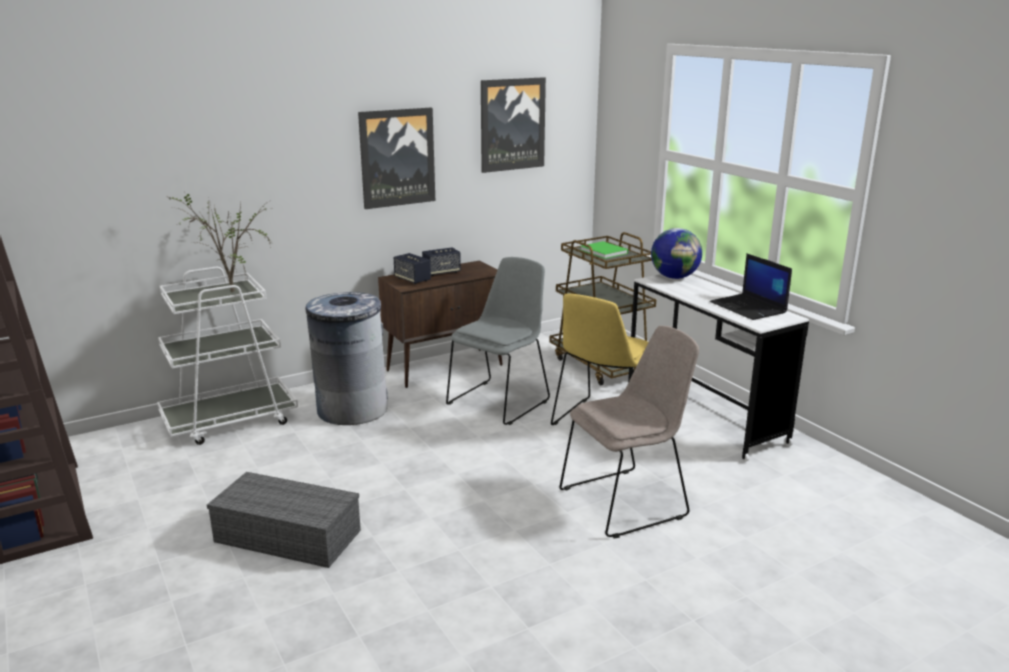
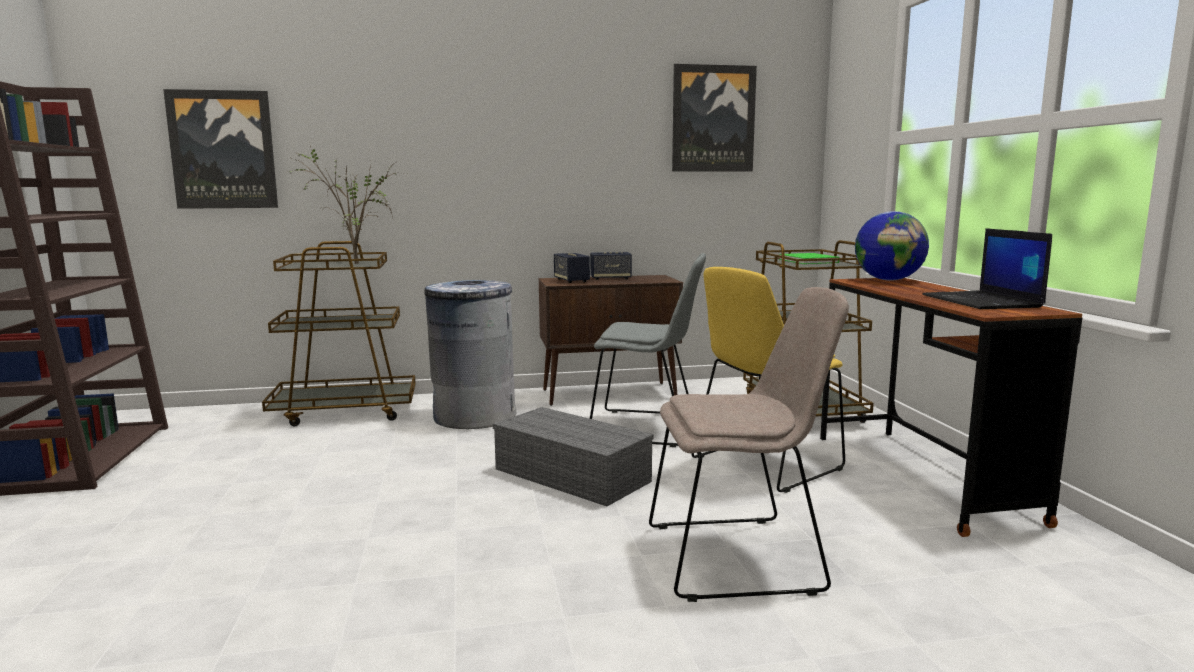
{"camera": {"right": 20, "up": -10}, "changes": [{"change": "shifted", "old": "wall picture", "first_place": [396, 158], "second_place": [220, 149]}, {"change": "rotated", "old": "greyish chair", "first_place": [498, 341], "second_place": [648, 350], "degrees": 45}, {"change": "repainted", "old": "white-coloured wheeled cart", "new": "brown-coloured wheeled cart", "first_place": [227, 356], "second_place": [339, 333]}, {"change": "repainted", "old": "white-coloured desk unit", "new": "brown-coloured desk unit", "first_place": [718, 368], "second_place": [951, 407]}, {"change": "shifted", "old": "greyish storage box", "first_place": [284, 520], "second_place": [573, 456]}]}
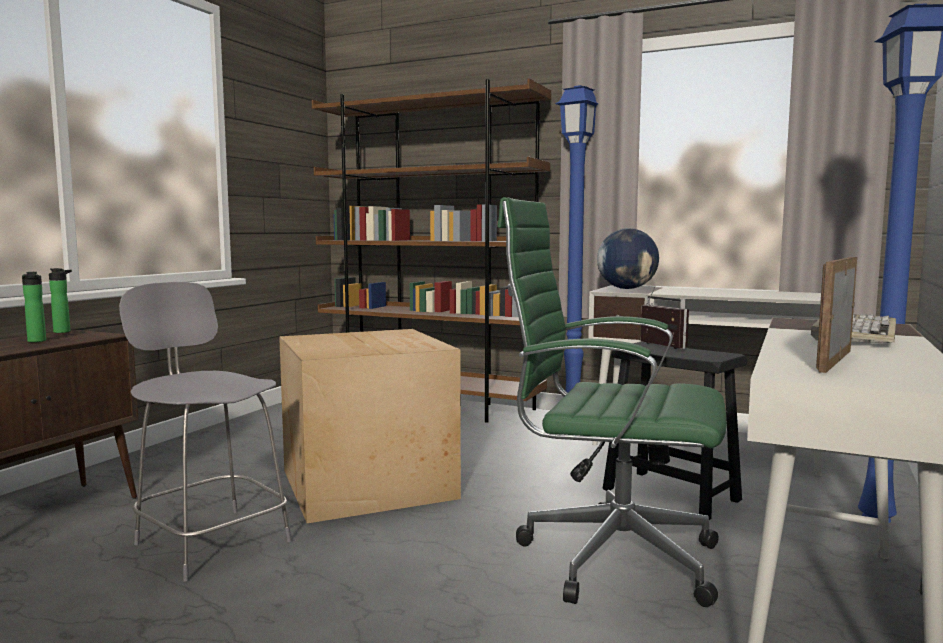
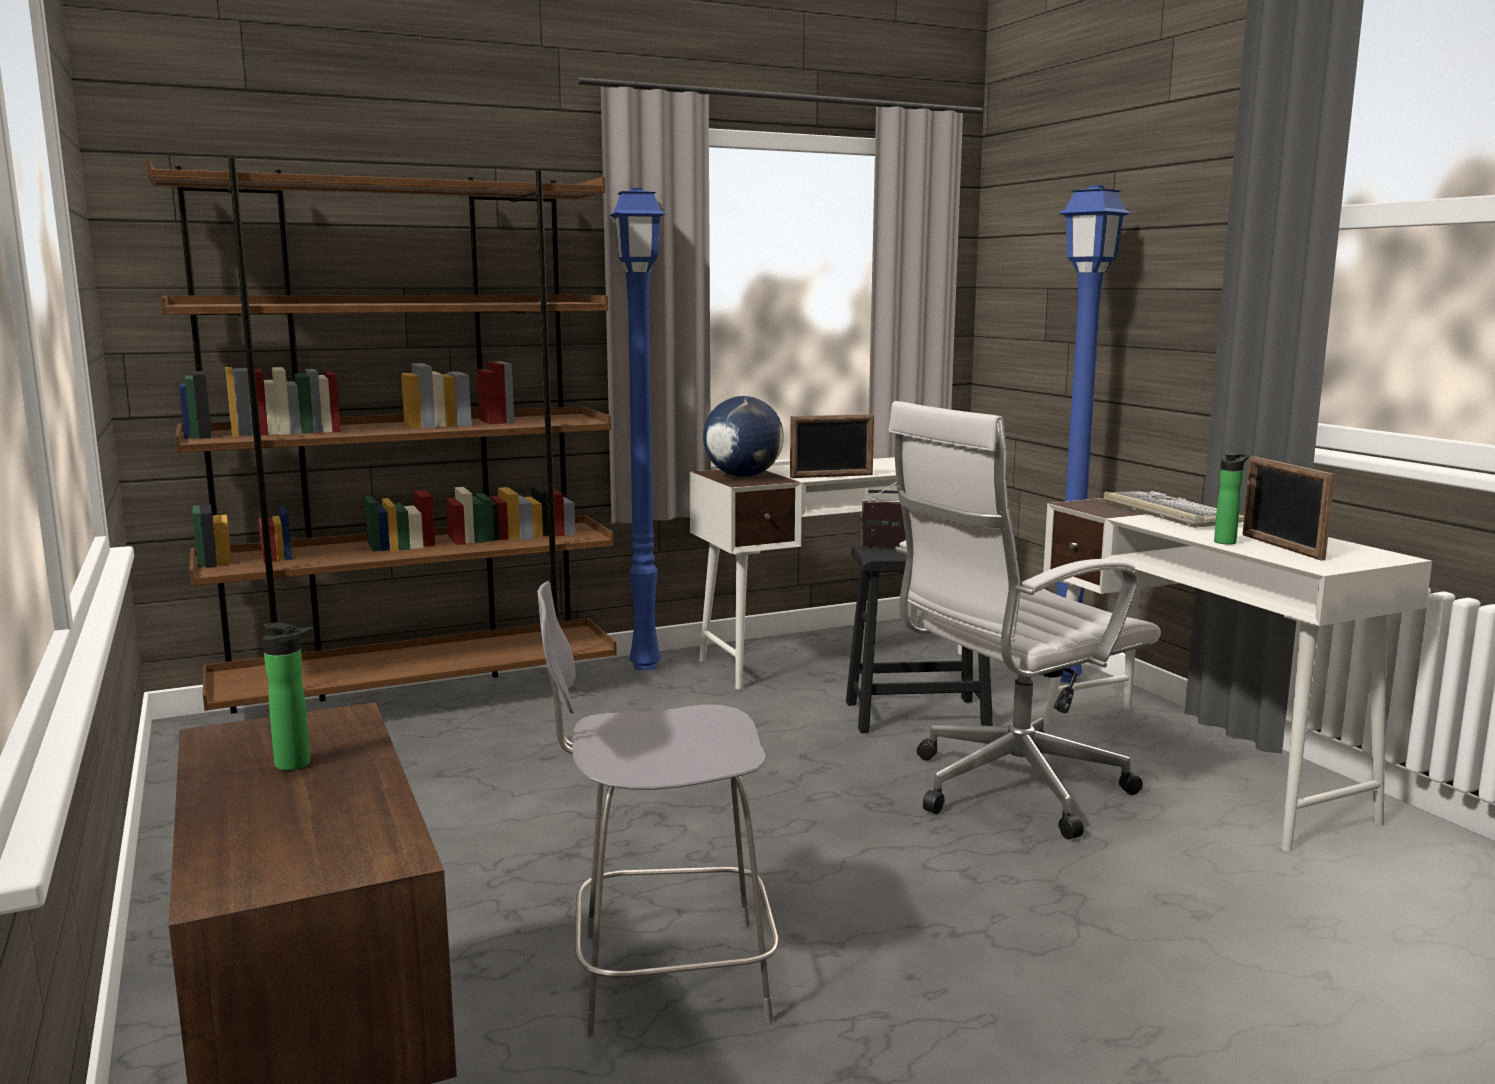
{"camera": {"right": -50, "up": 5}, "changes": [{"change": "repainted", "old": "greenish desk chair", "new": "white-coloured desk chair", "first_place": [612, 402], "second_place": [1024, 620]}, {"change": "shifted", "old": "beverage bottle", "first_place": [60, 300], "second_place": [1231, 499]}, {"change": "gone", "old": "cardboard box", "first_place": [370, 426]}, {"change": "new", "new": "standing frame", "second_place": [832, 446]}]}
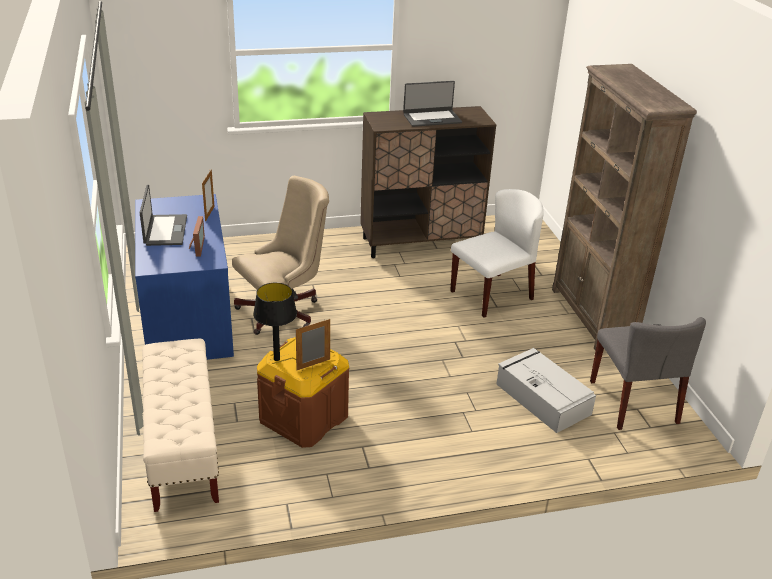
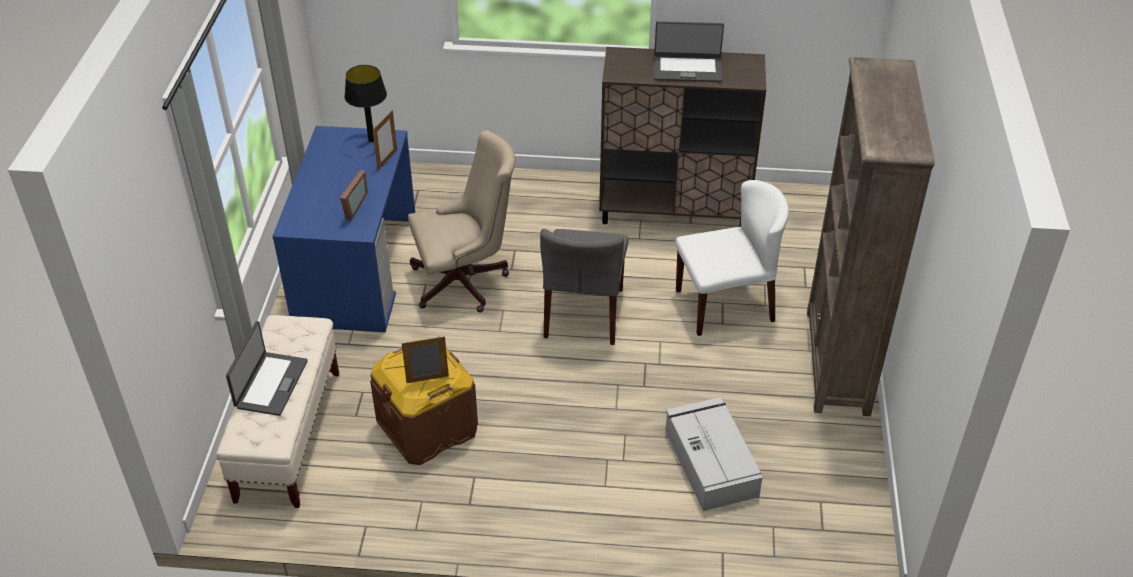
{"camera": {"right": 20, "up": 10}, "changes": [{"change": "shifted", "old": "laptop", "first_place": [163, 215], "second_place": [267, 368]}, {"change": "shifted", "old": "black-coloured table lamp", "first_place": [275, 322], "second_place": [365, 103]}, {"change": "shifted", "old": "greyish chair", "first_place": [648, 373], "second_place": [584, 287]}]}
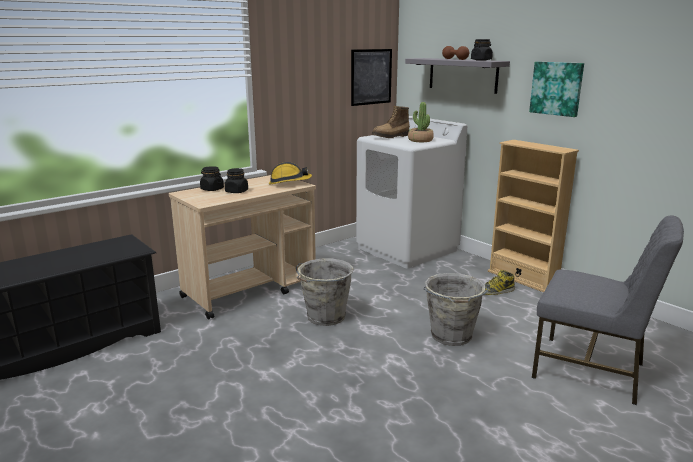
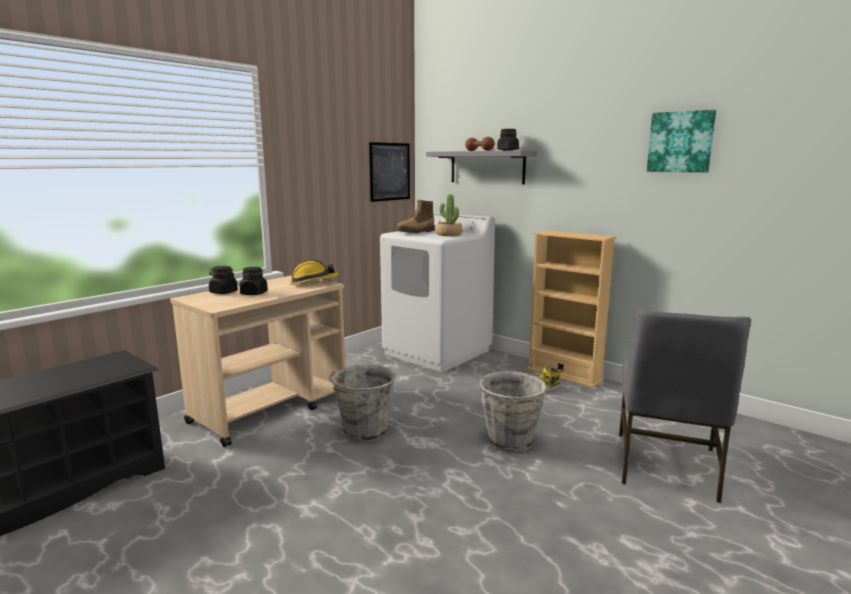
{"camera": {"right": -10, "up": -5}, "changes": [{"change": "shifted", "old": "wall picture", "first_place": [556, 89], "second_place": [681, 141]}, {"change": "rotated", "old": "greyish chair", "first_place": [608, 310], "second_place": [685, 406], "degrees": 90}]}
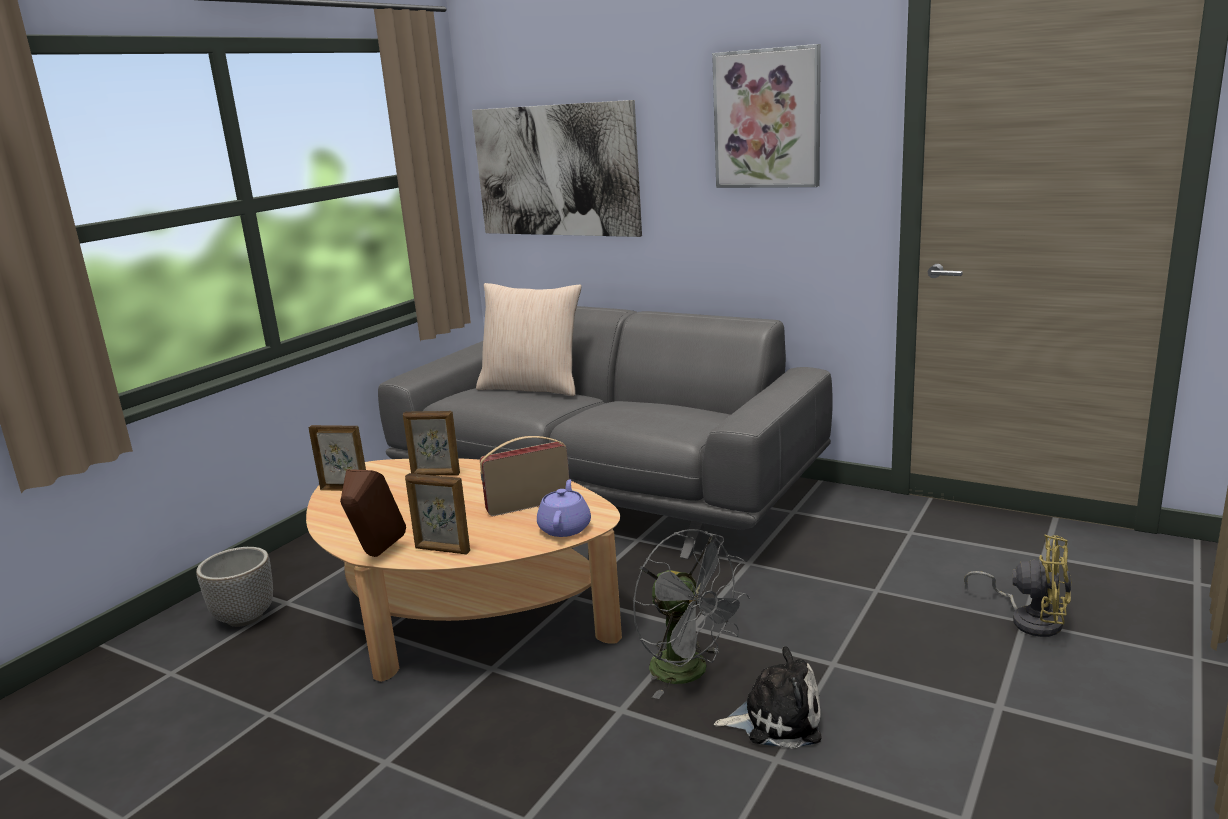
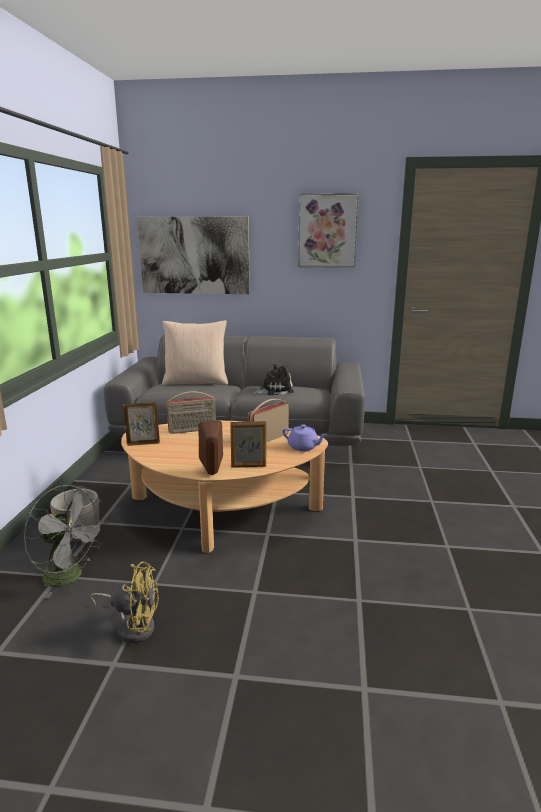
{"camera": {"right": -25, "up": 0}, "changes": [{"change": "swapped", "old": "standing frame", "new": "radio", "first_place": [431, 443], "second_place": [191, 412]}, {"change": "rotated", "old": "purplish teapot", "first_place": [564, 508], "second_place": [305, 437], "degrees": 135}, {"change": "shifted", "old": "greyish fan", "first_place": [691, 614], "second_place": [64, 542]}, {"change": "shifted", "old": "yellow-coloured fan", "first_place": [1018, 585], "second_place": [124, 602]}, {"change": "shifted", "old": "soft toy", "first_place": [768, 697], "second_place": [273, 379]}]}
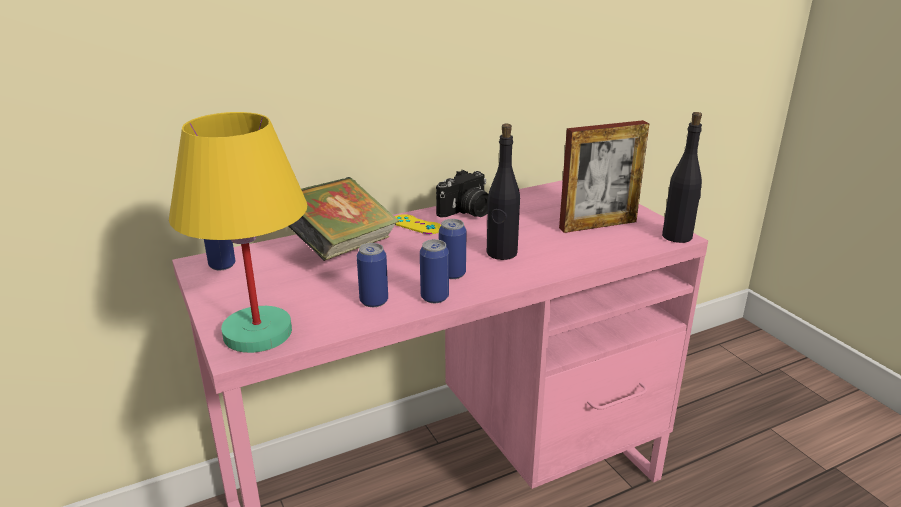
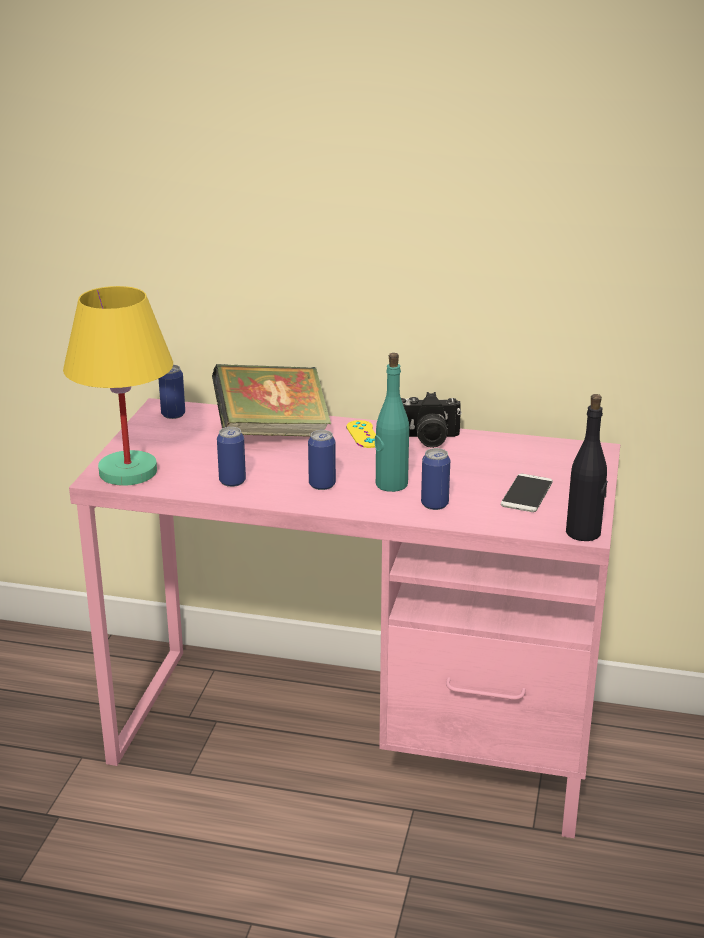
{"camera": {"right": 40, "up": 0}, "changes": [{"change": "swapped", "old": "standing frame", "new": "telephone", "first_place": [604, 176], "second_place": [527, 493]}, {"change": "repainted", "old": "black-coloured beverage bottle", "new": "blue-green beverage bottle", "first_place": [503, 192], "second_place": [392, 422]}, {"change": "shifted", "old": "sealed can", "first_place": [434, 271], "second_place": [435, 479]}]}
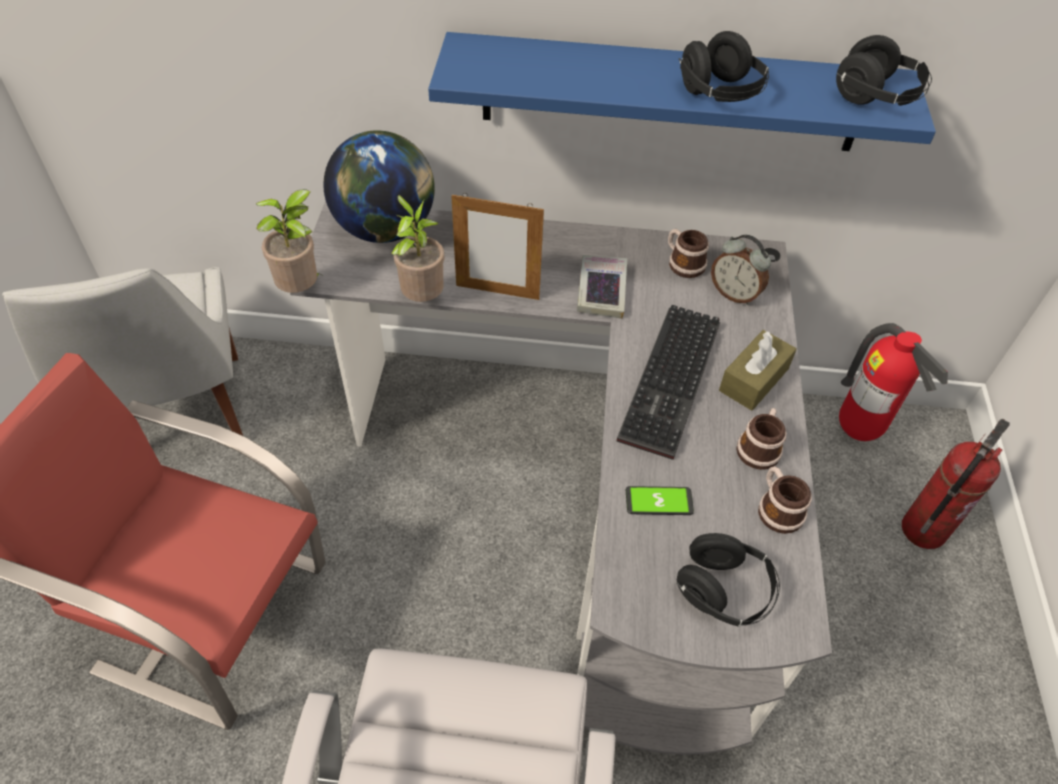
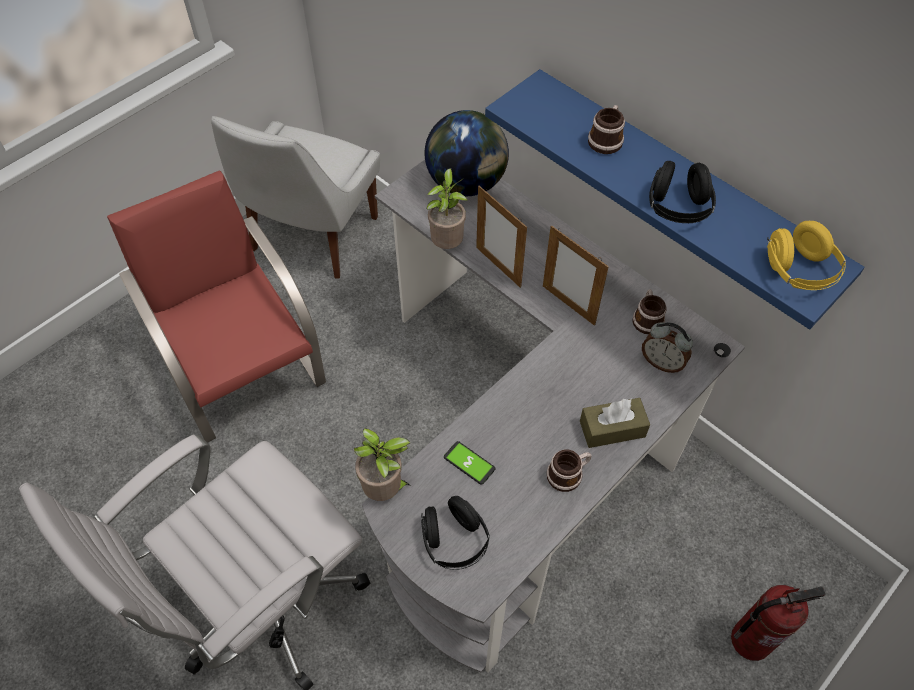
{"camera": {"right": 40, "up": 5}, "changes": [{"change": "repainted", "old": "black-coloured headphones", "new": "yellow-coloured headphones", "first_place": [884, 70], "second_place": [806, 255]}, {"change": "shifted", "old": "houseplant", "first_place": [287, 241], "second_place": [382, 464]}, {"change": "rotated", "old": "bedside clock", "first_place": [741, 270], "second_place": [667, 347], "degrees": -45}, {"change": "swapped", "old": "volume", "new": "standing frame", "first_place": [602, 287], "second_place": [576, 275]}, {"change": "gone", "old": "computer keyboard", "first_place": [668, 382]}, {"change": "gone", "old": "fire-fighting cylinder", "first_place": [893, 382]}, {"change": "shifted", "old": "tea mug", "first_place": [785, 500], "second_place": [606, 129]}]}
